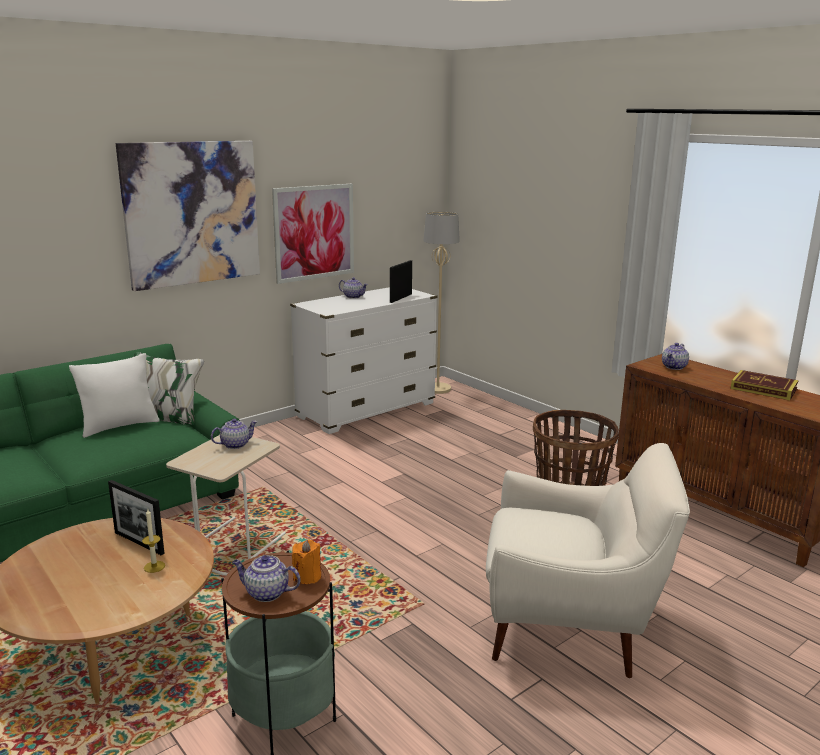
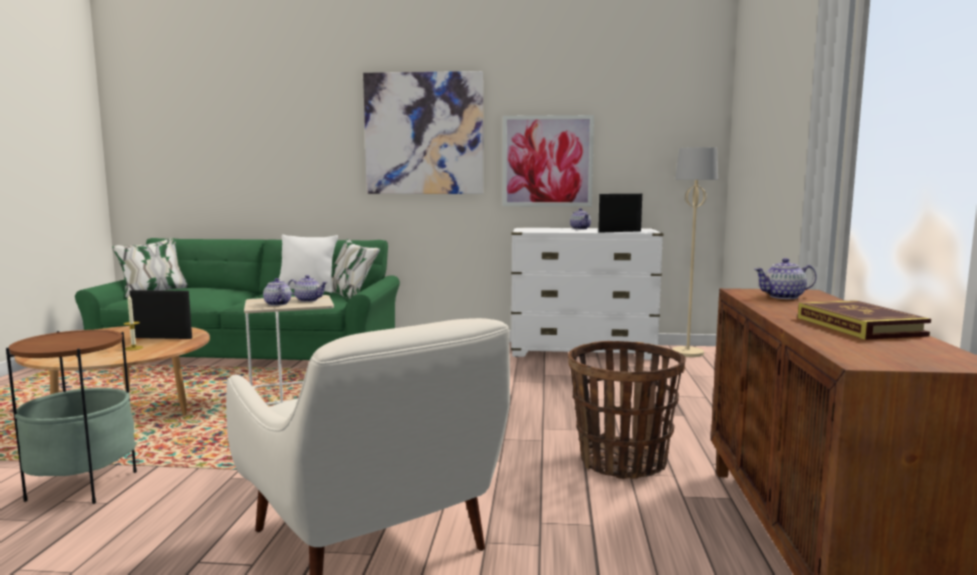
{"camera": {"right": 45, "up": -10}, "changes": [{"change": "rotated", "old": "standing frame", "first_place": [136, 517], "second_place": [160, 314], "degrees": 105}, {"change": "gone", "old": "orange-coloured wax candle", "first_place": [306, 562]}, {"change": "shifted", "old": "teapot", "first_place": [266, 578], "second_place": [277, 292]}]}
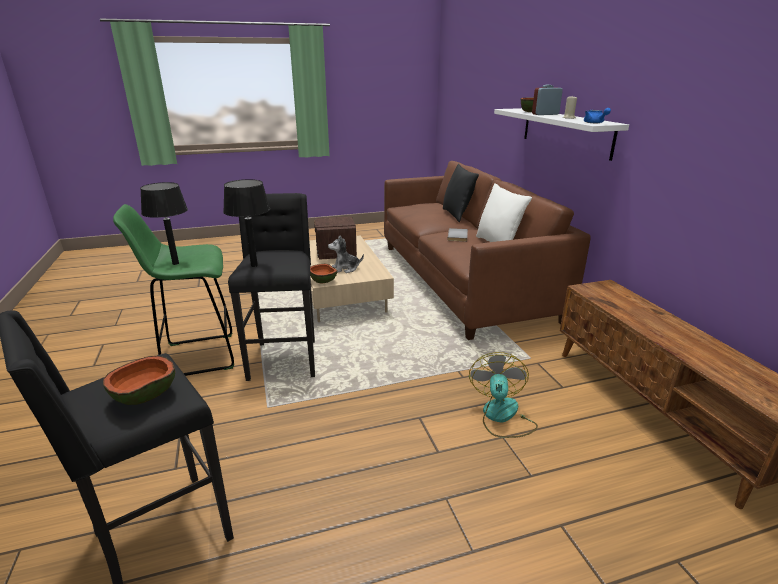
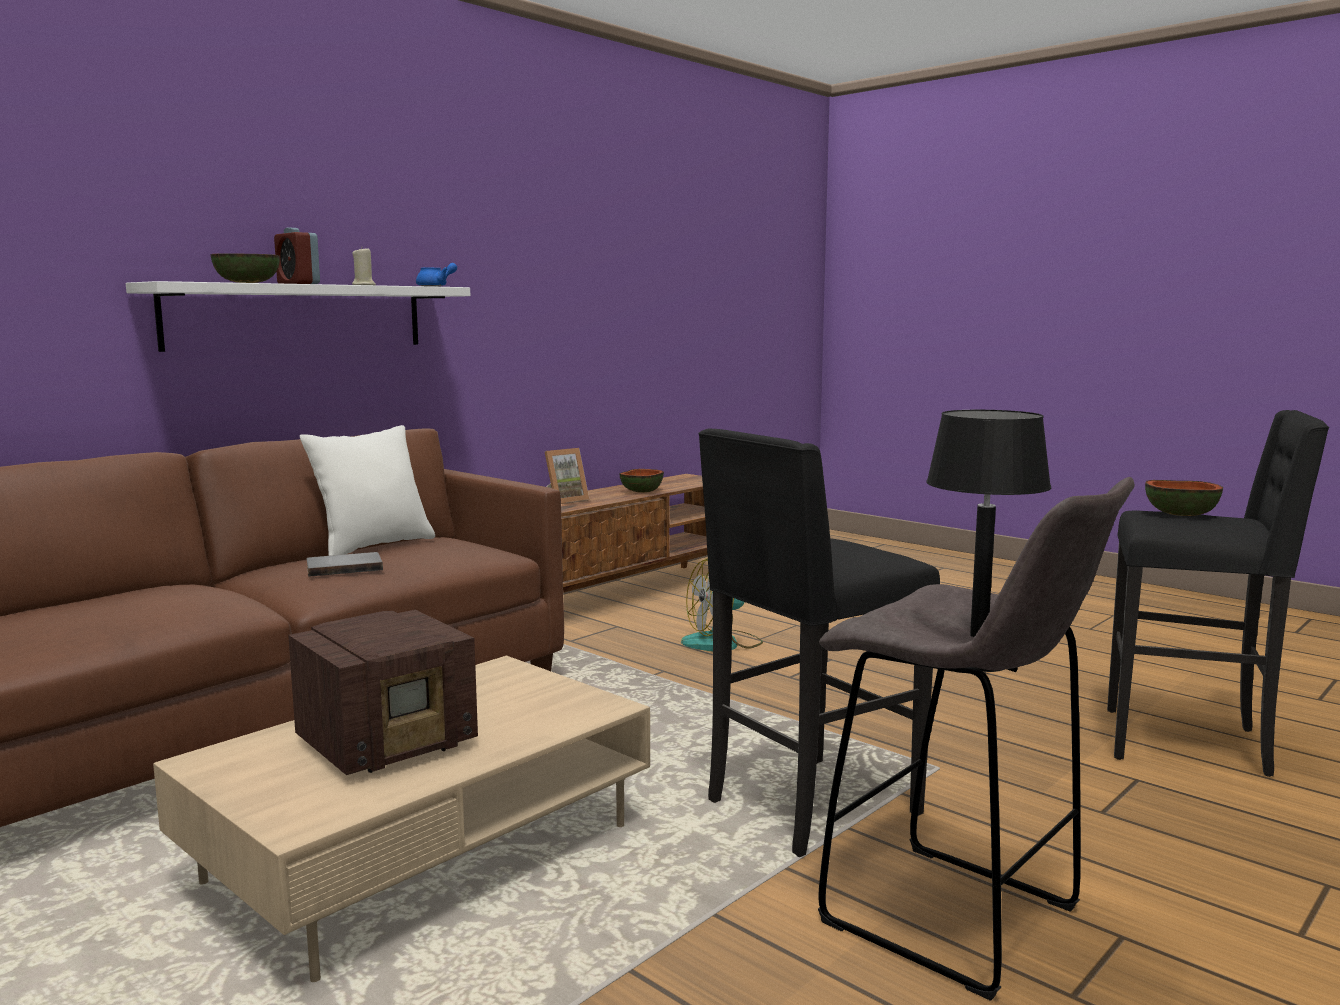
{"camera": {"right": -120, "up": -15}, "changes": [{"change": "gone", "old": "black-coloured cushion", "first_place": [461, 193]}, {"change": "gone", "old": "black-coloured table lamp", "first_place": [246, 223]}, {"change": "repainted", "old": "greenish sitting stool", "new": "greyish sitting stool", "first_place": [173, 290], "second_place": [976, 738]}, {"change": "gone", "old": "soft toy", "first_place": [346, 254]}, {"change": "shifted", "old": "deep dish", "first_place": [323, 273], "second_place": [641, 481]}, {"change": "new", "new": "standing frame", "second_place": [567, 476]}]}
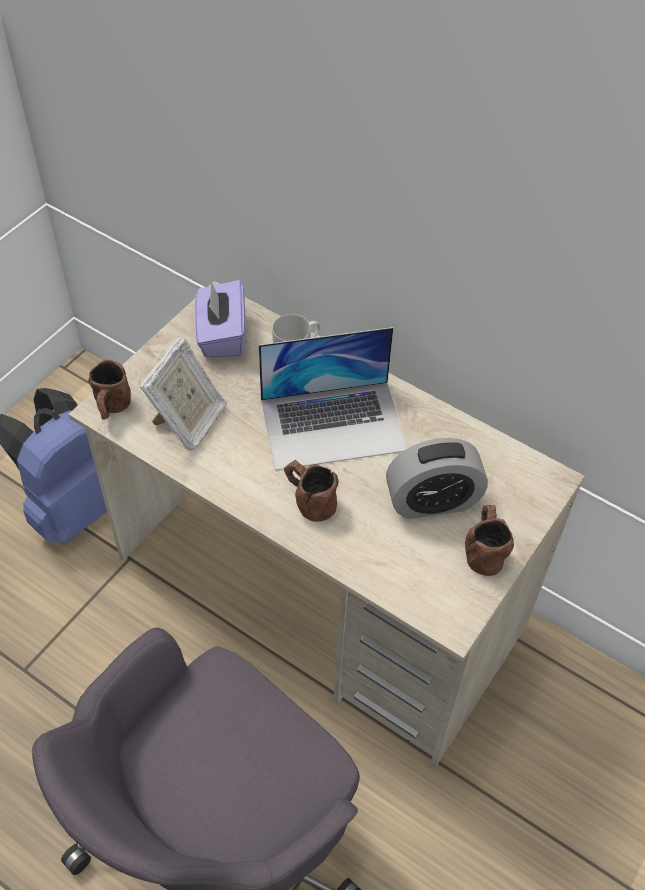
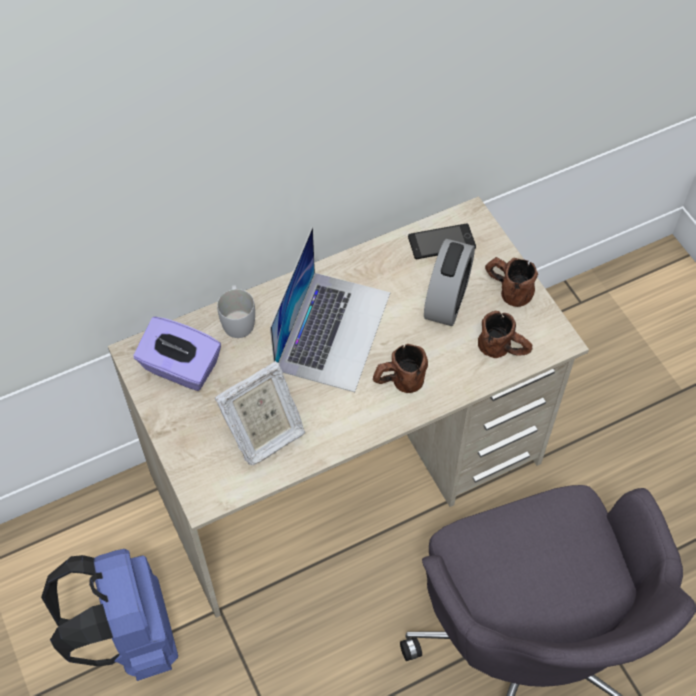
{"camera": {"right": -60, "up": 5}, "changes": [{"change": "rotated", "old": "standing frame", "first_place": [183, 393], "second_place": [260, 413], "degrees": 90}, {"change": "shifted", "old": "brown-coloured tea mug", "first_place": [109, 389], "second_place": [505, 334]}, {"change": "new", "new": "telephone", "second_place": [442, 241]}]}
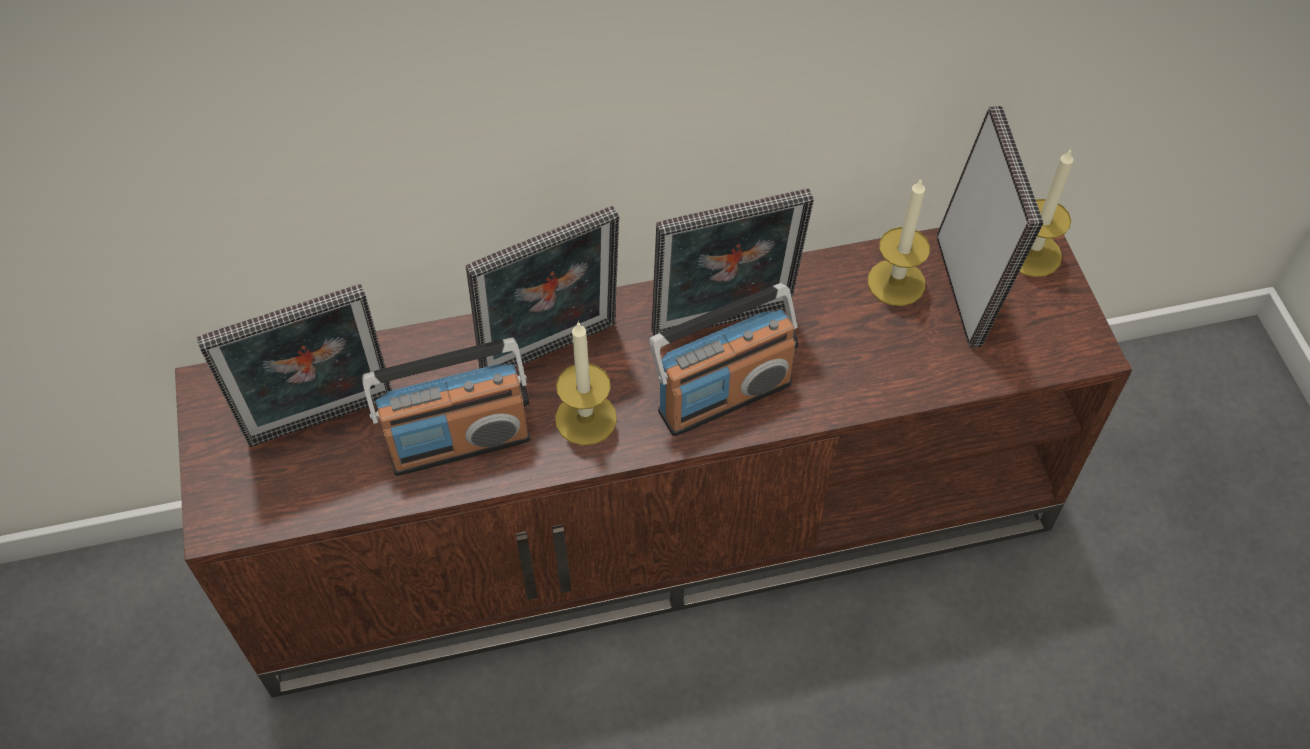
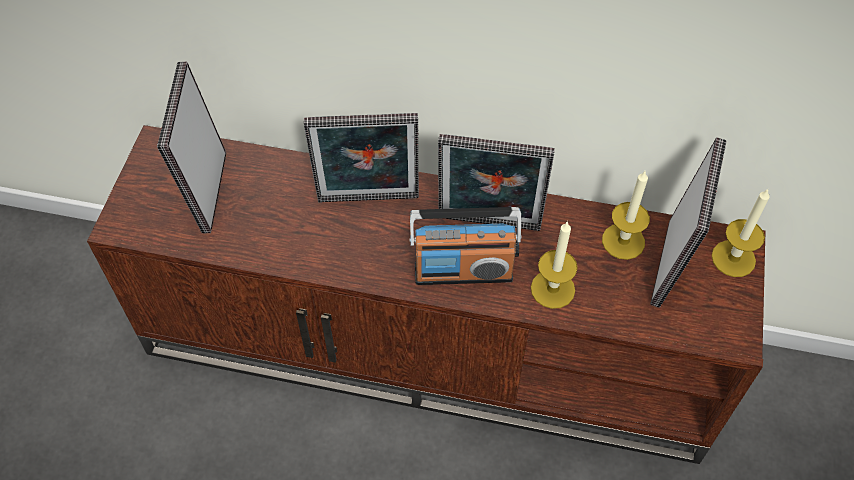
{"camera": {"right": 25, "up": 0}, "changes": [{"change": "rotated", "old": "standing frame", "first_place": [294, 365], "second_place": [191, 147], "degrees": 90}, {"change": "shifted", "old": "wax candle", "first_place": [586, 383], "second_place": [554, 265]}, {"change": "gone", "old": "radio", "first_place": [446, 406]}]}
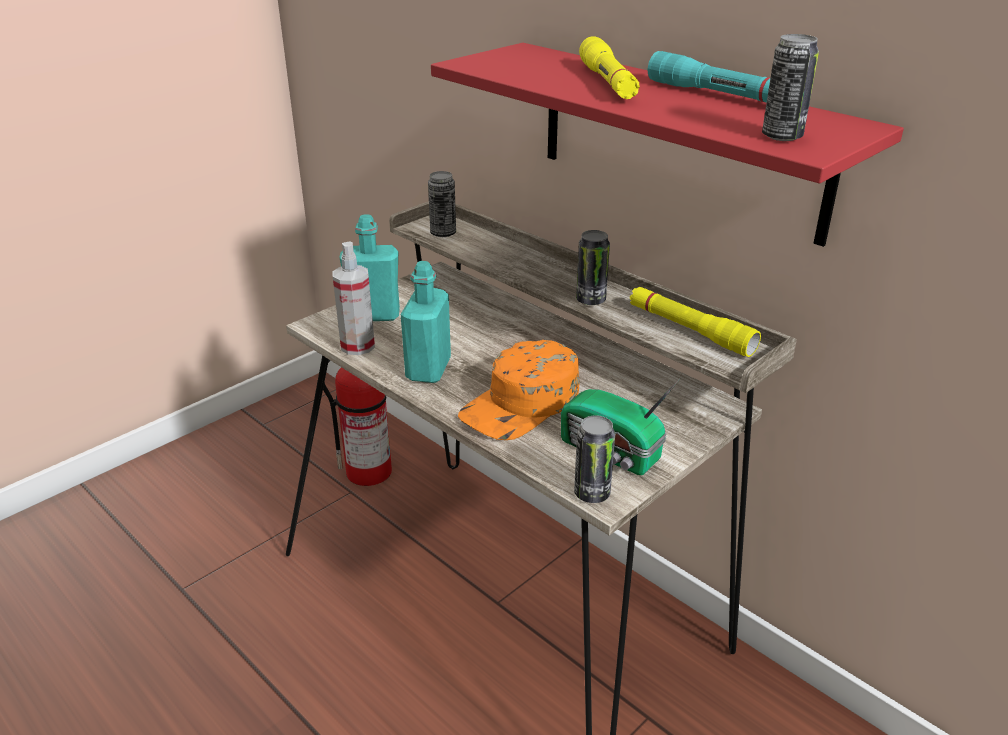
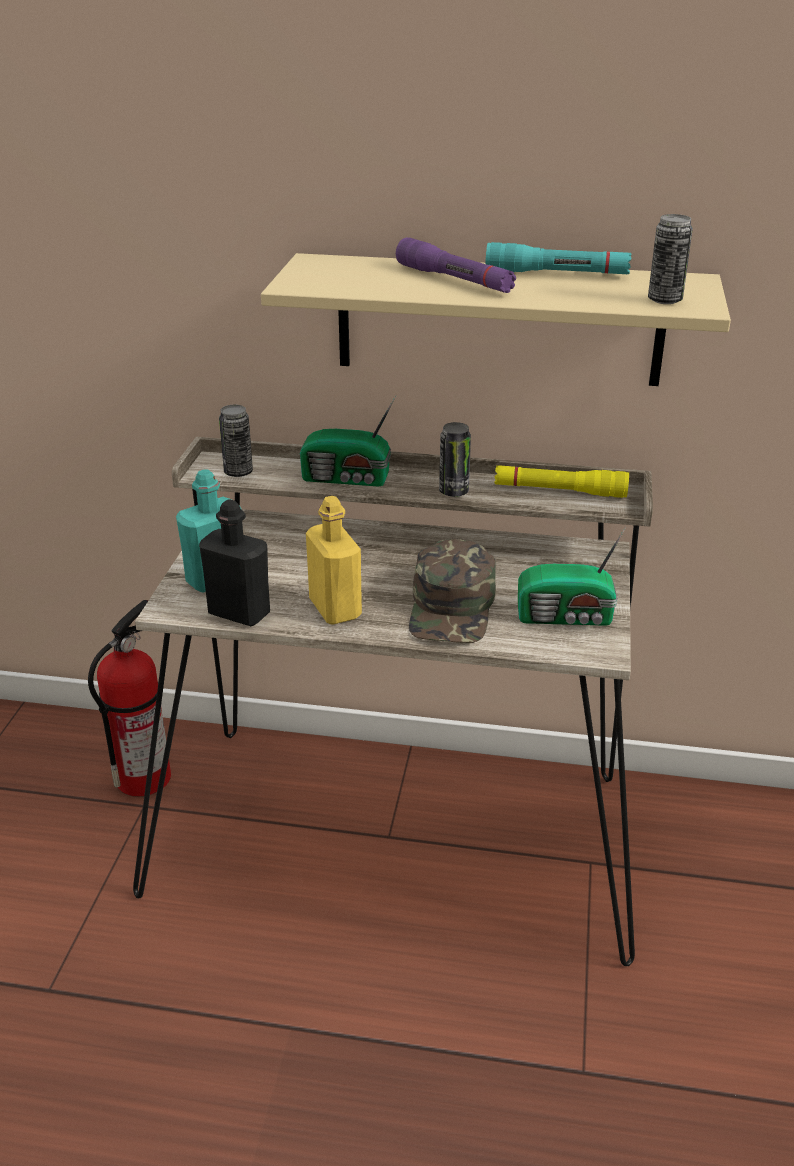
{"camera": {"right": -35, "up": 0}, "changes": [{"change": "repainted", "old": "yellow-coloured hand torch", "new": "purplish hand torch", "first_place": [609, 67], "second_place": [456, 265]}, {"change": "repainted", "old": "red-coloured bracket shelf", "new": "beige bracket shelf", "first_place": [667, 145], "second_place": [496, 319]}, {"change": "swapped", "old": "hand sprayer", "new": "black-coloured beverage bottle", "first_place": [353, 298], "second_place": [234, 562]}, {"change": "repainted", "old": "blue-green beverage bottle", "new": "yellow-coloured beverage bottle", "first_place": [426, 322], "second_place": [334, 560]}, {"change": "repainted", "old": "orange-coloured cap", "new": "greenish cap", "first_place": [518, 390], "second_place": [452, 591]}, {"change": "gone", "old": "sealed can", "first_place": [594, 459]}, {"change": "new", "new": "radio", "second_place": [348, 441]}]}
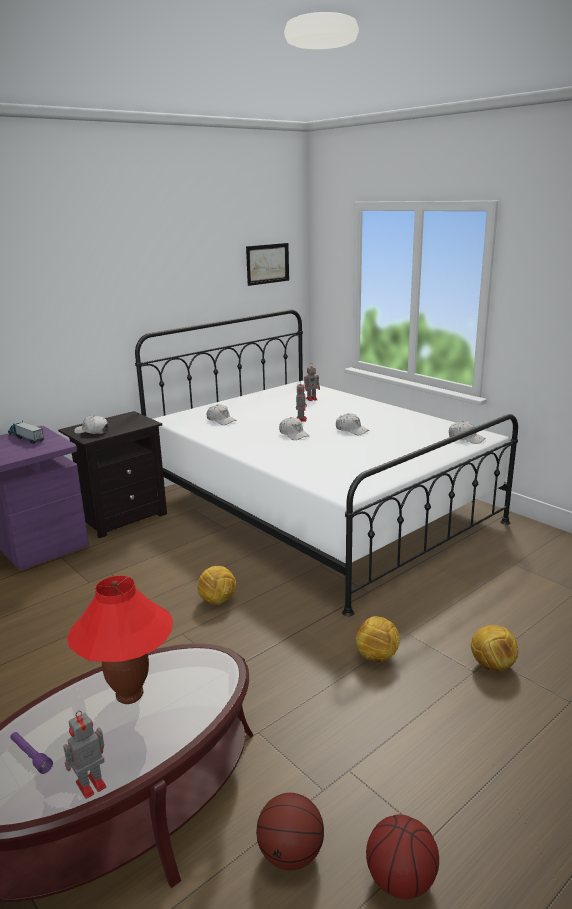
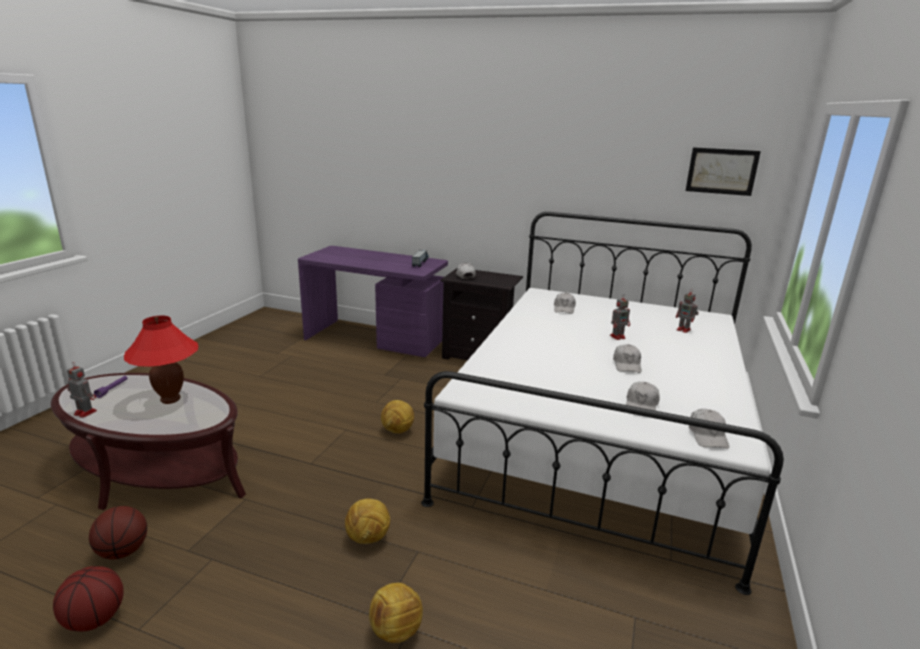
{"camera": {"right": 60, "up": 0}, "changes": [{"change": "shifted", "old": "white-coloured cap", "first_place": [294, 428], "second_place": [643, 396]}]}
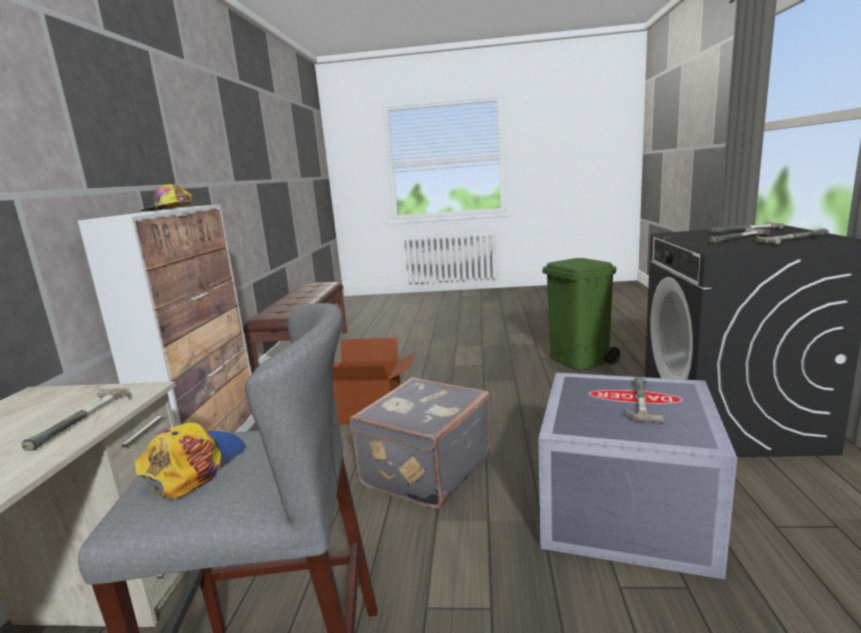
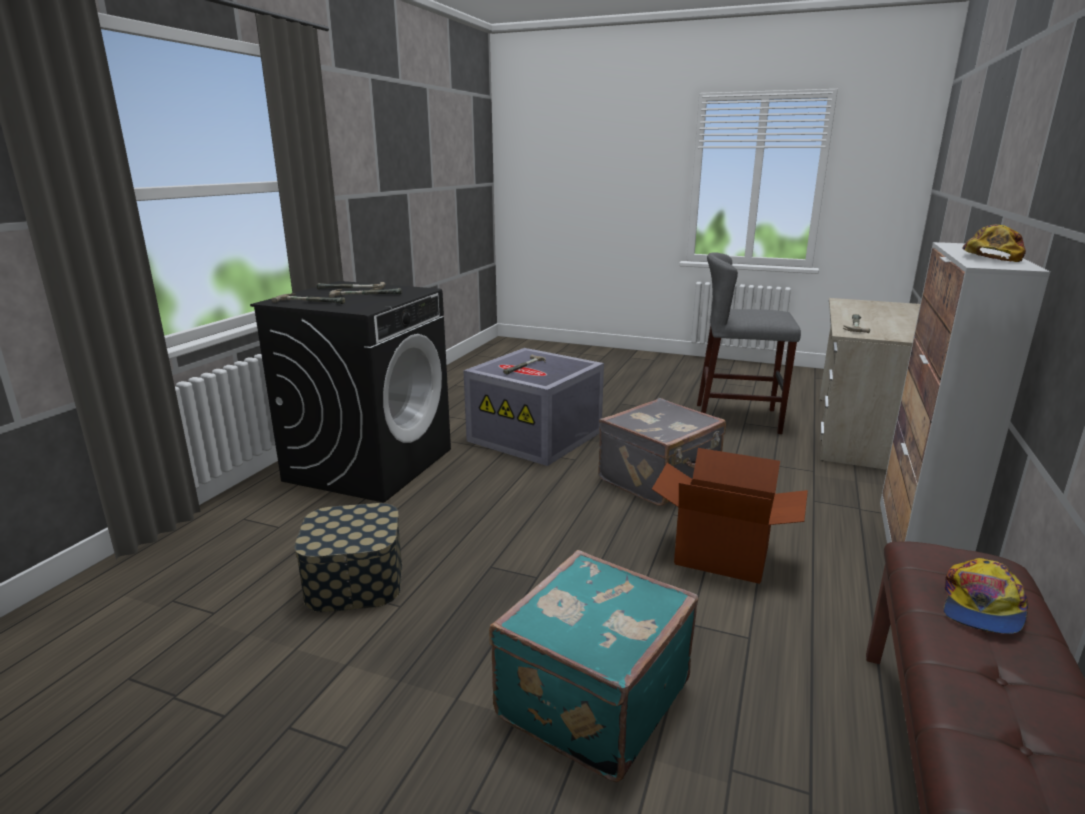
{"camera": {"right": -165, "up": 5}, "changes": [{"change": "swapped", "old": "greenish trash can", "new": "storage box", "first_place": [581, 314], "second_place": [348, 557]}, {"change": "shifted", "old": "cap", "first_place": [189, 460], "second_place": [986, 596]}, {"change": "new", "new": "blue-green travel case", "second_place": [594, 666]}]}
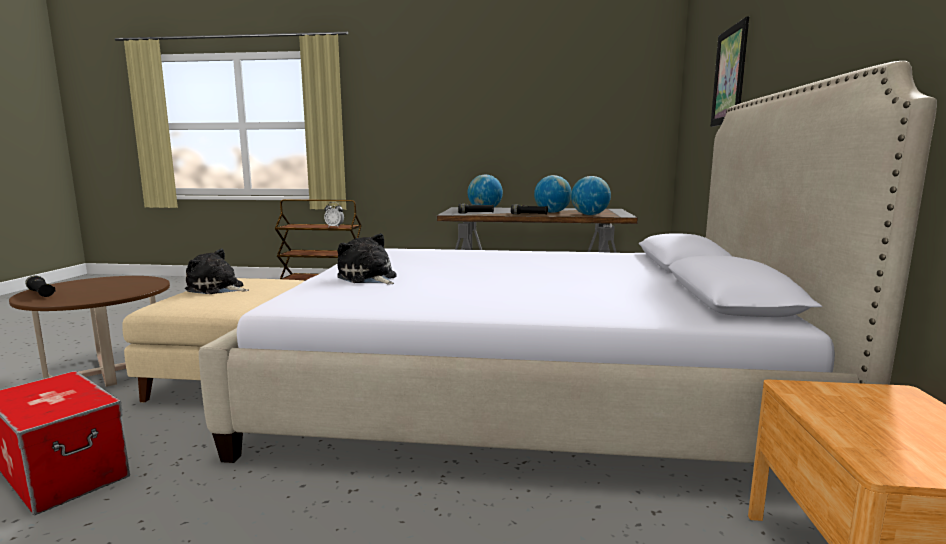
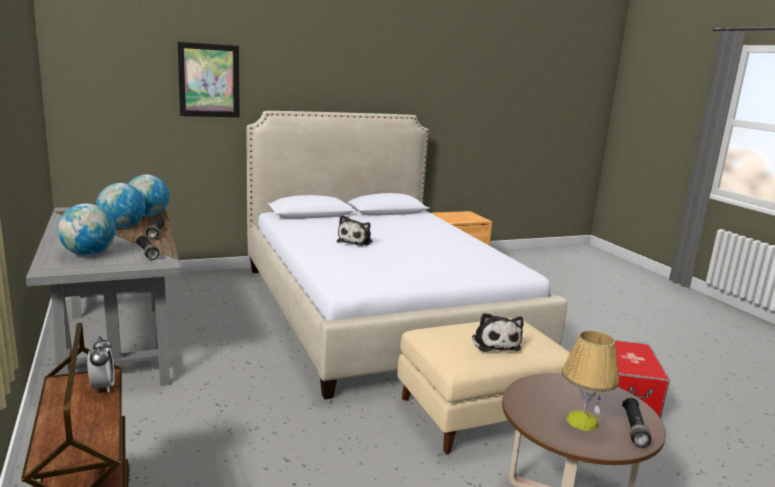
{"camera": {"right": -120, "up": 5}, "changes": [{"change": "shifted", "old": "soft toy", "first_place": [367, 258], "second_place": [355, 230]}, {"change": "new", "new": "table lamp", "second_place": [590, 381]}]}
